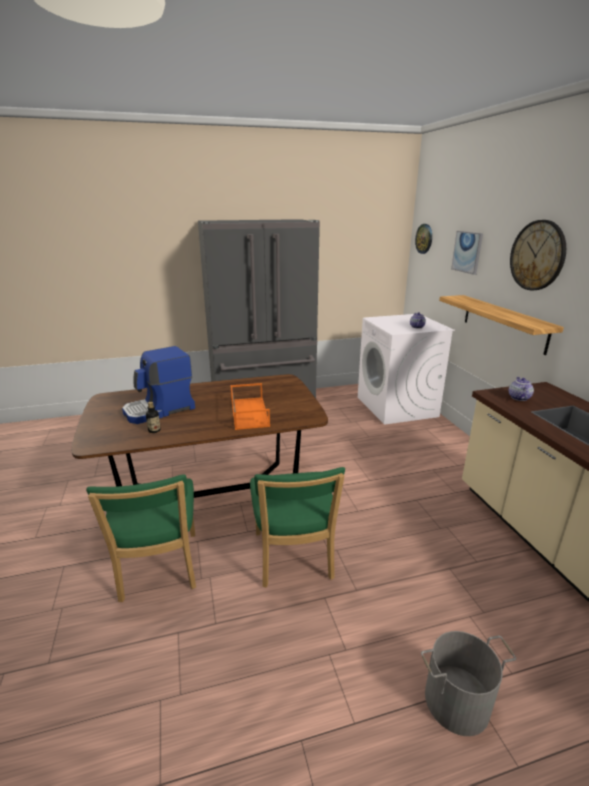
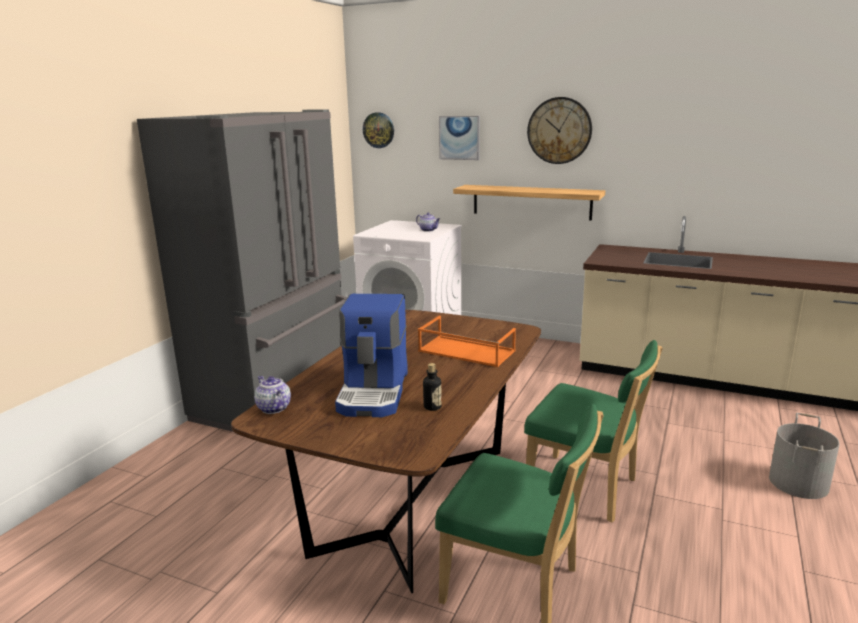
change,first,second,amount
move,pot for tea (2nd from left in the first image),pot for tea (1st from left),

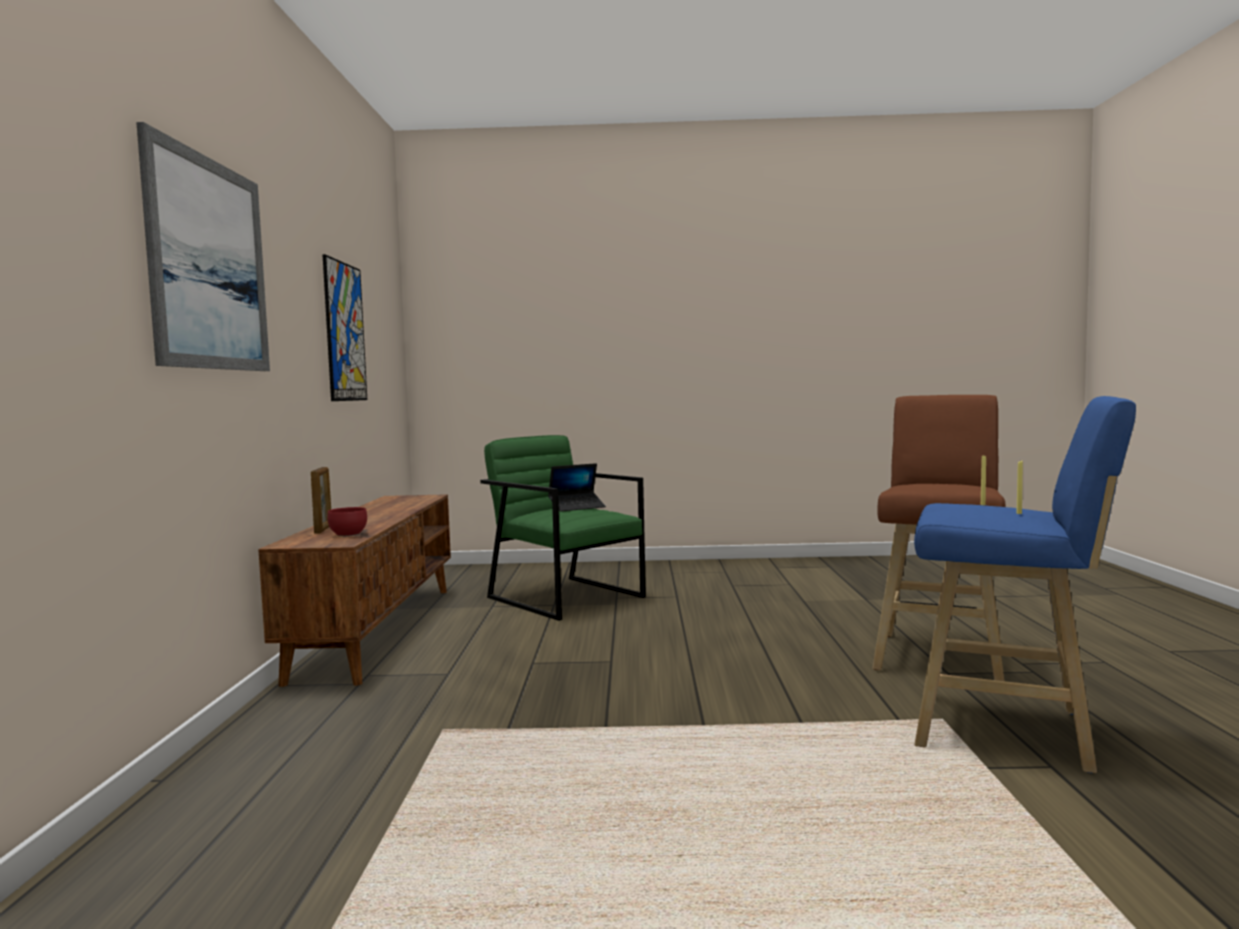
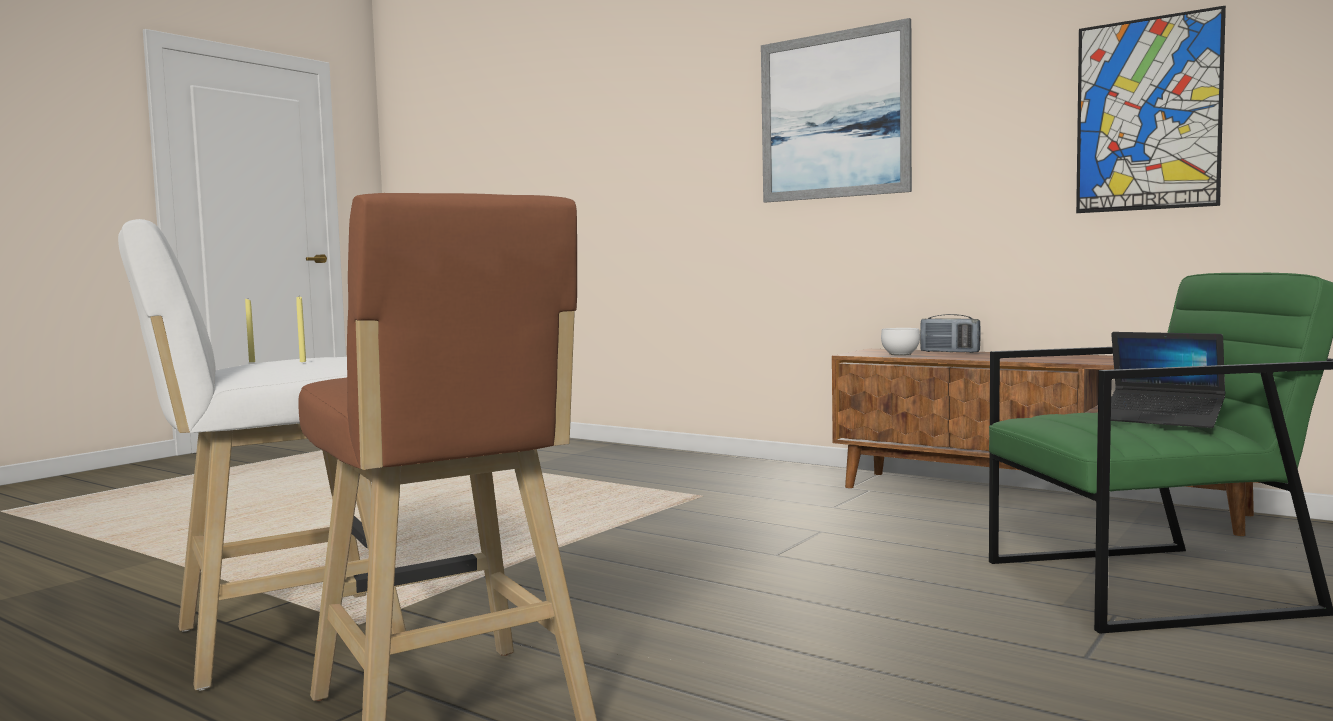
change,first,second,amount
replace,photo frame,radio,
recolor,red deep dish,white-coloured deep dish,
rotate,laptop,,60 degrees counterclockwise
recolor,blue-coloured stool seat,white-coloured stool seat,

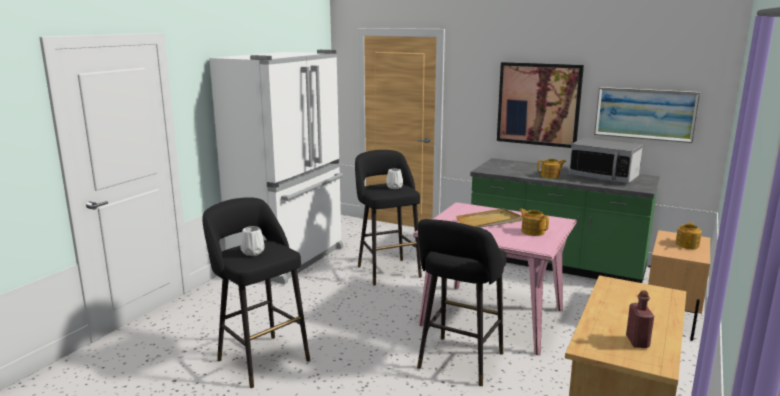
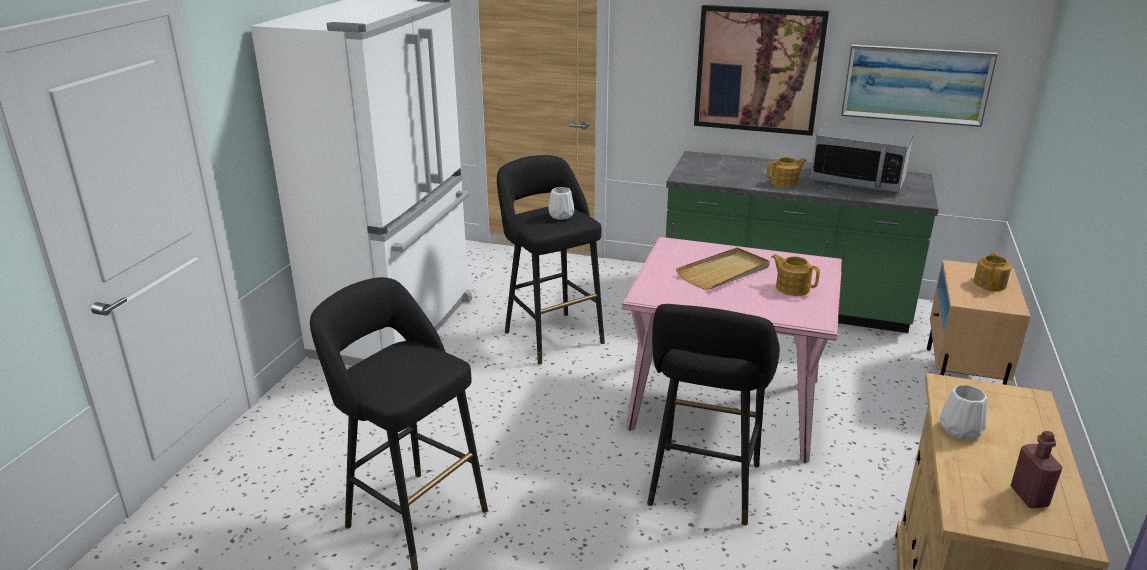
change,first,second,amount
move,white-coloured decorative vase (1st from left in the first image),white-coloured decorative vase (2nd from left),

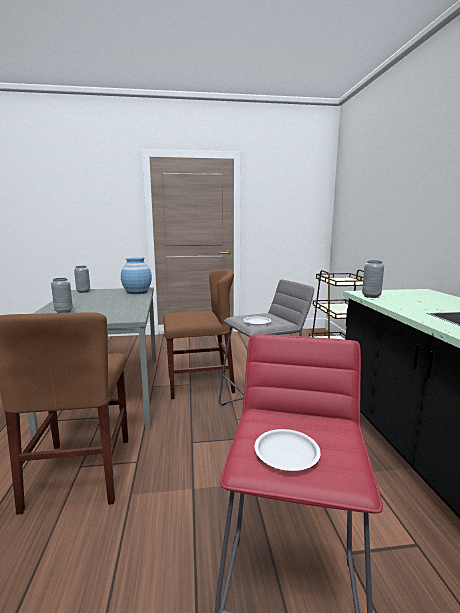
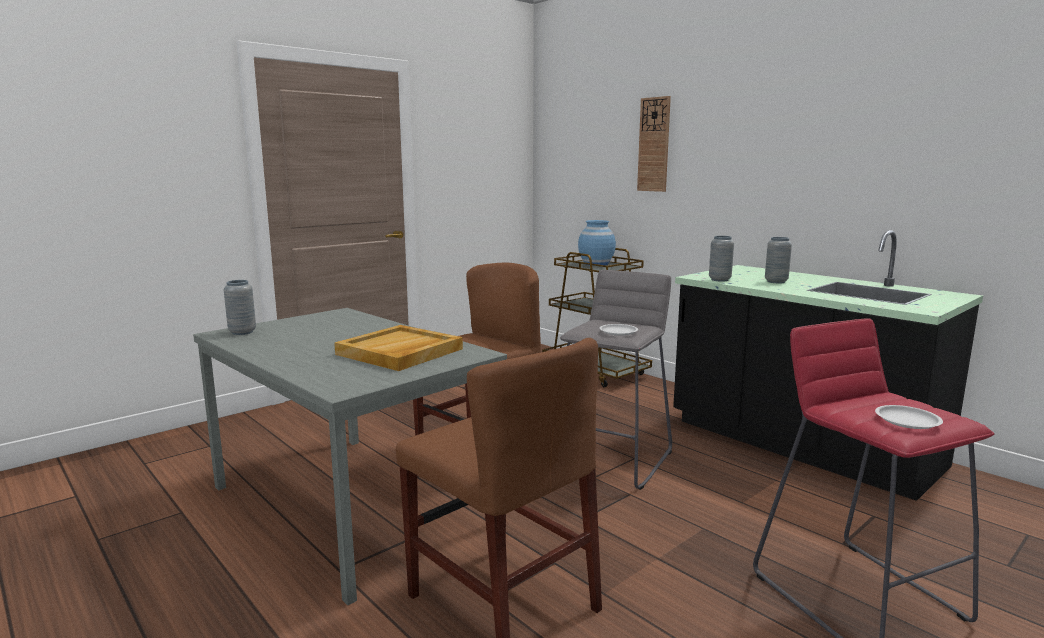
change,first,second,amount
move,greyish decorative vase (1st from left in the first image),greyish decorative vase (3rd from left),
move,blue-coloured decorative vase,,
insert,,beige serving tray,
insert,,hanging clock,

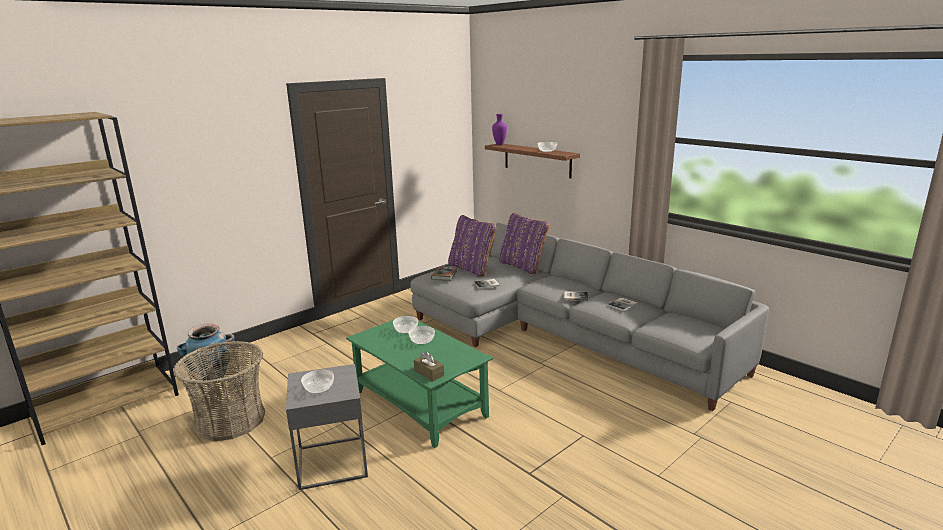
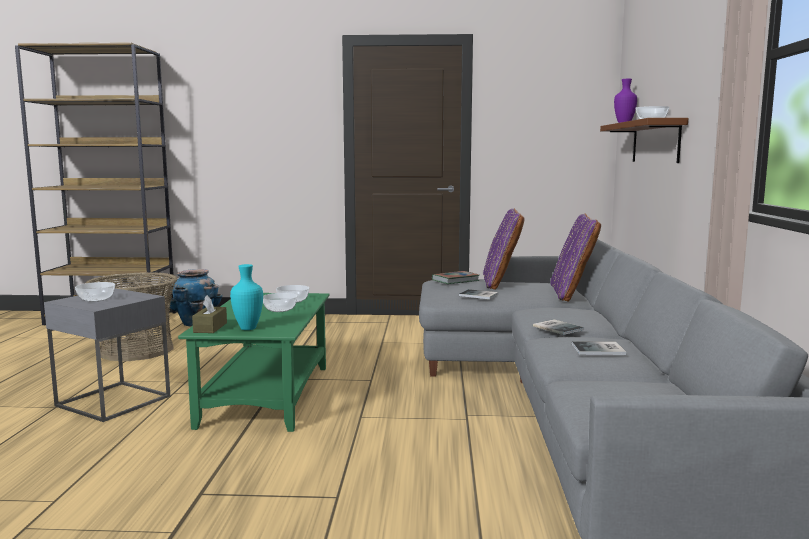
change,first,second,amount
insert,,blue-green decorative vase,

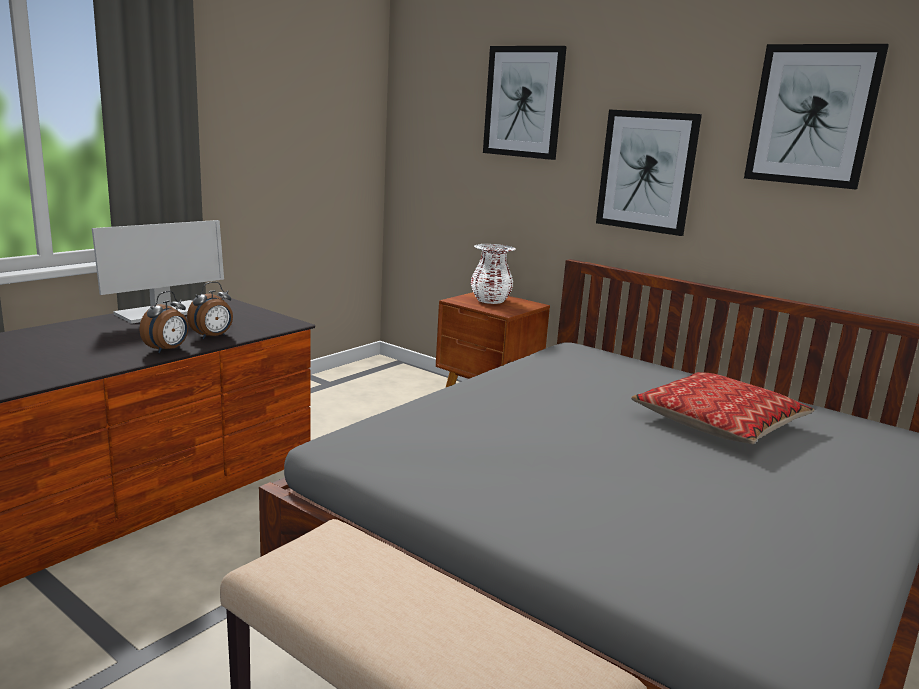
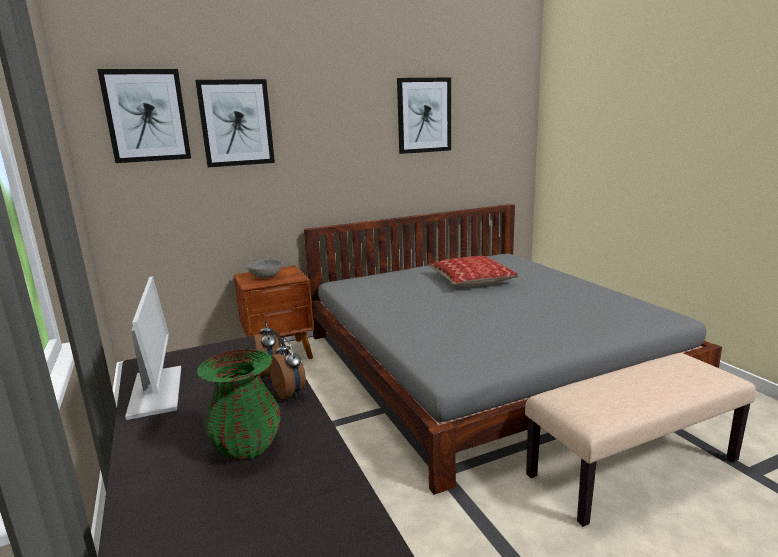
change,first,second,amount
replace,white-coloured decorative vase,greyish deep dish,
move,picture (2nd from left in the first image),picture (1st from left),
insert,,greenish decorative vase,

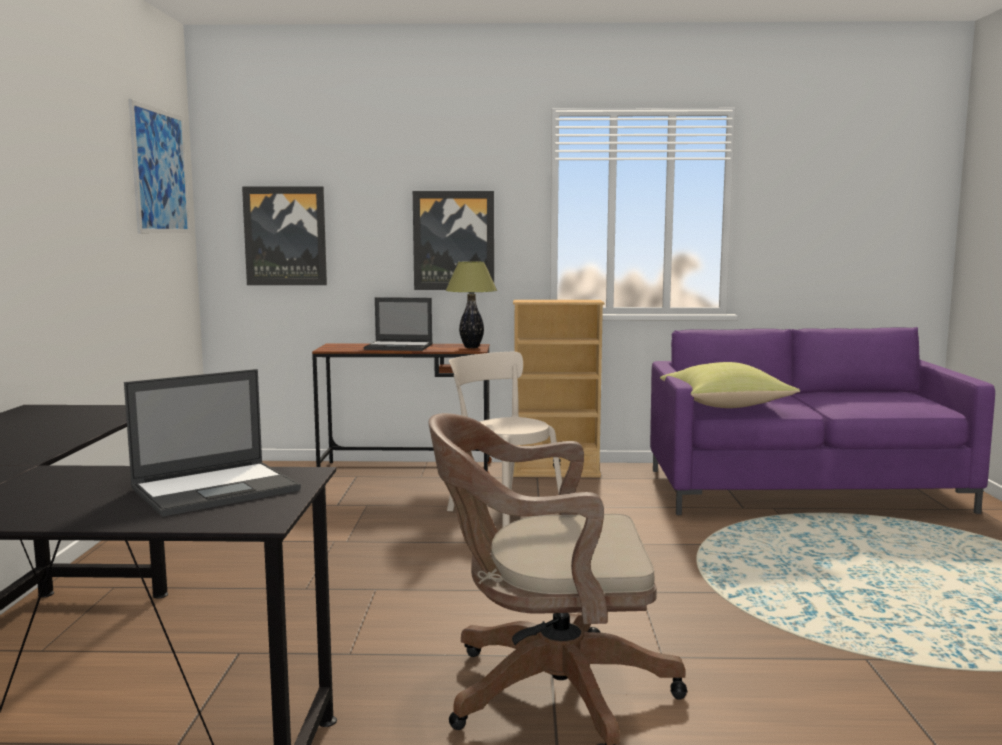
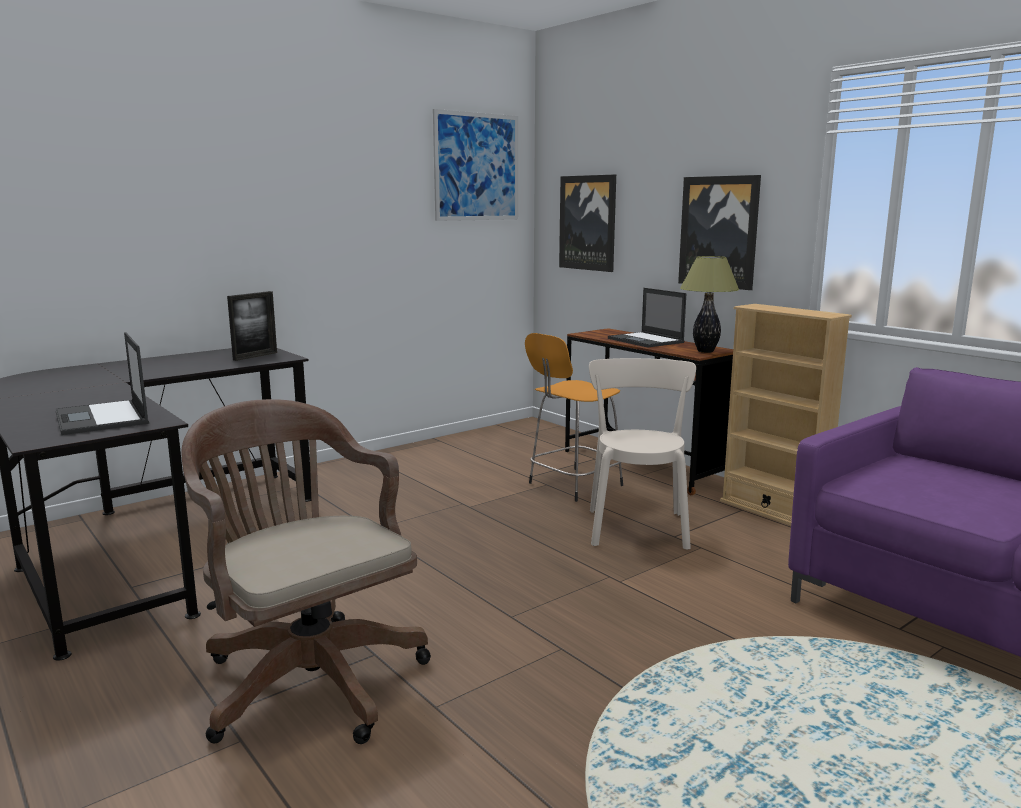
change,first,second,amount
rotate,laptop (1st from left),,45 degrees clockwise
delete,yellow-coloured cushion,,
insert,,photo frame,
insert,,orangey stool seat,

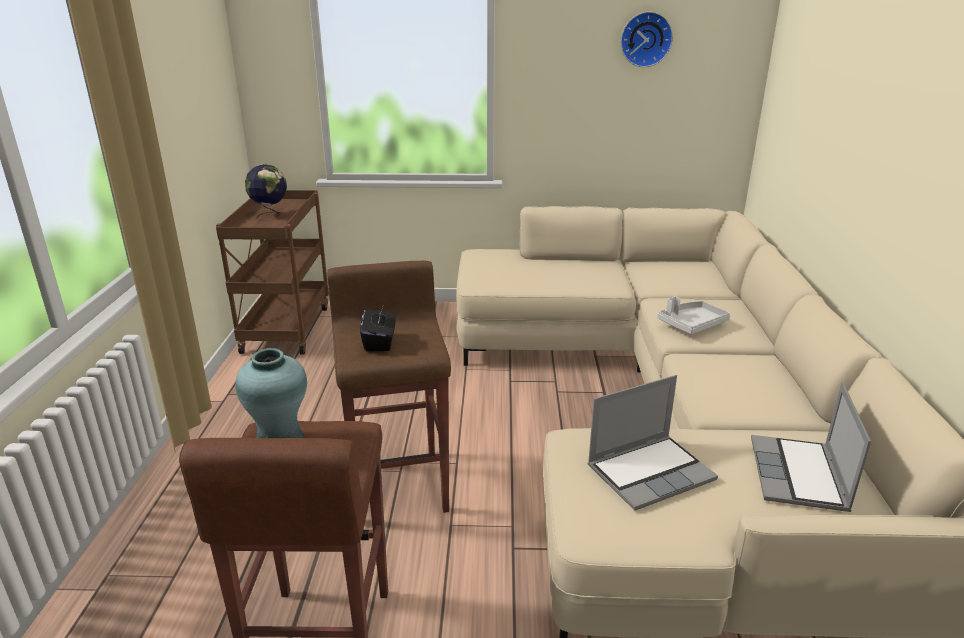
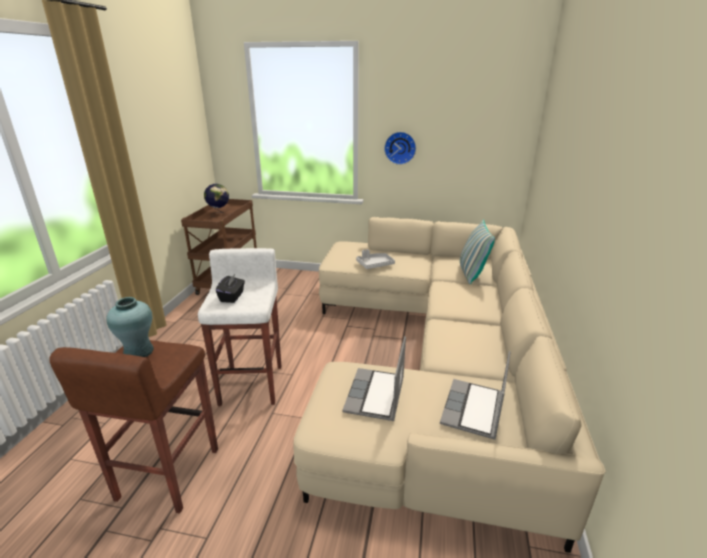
change,first,second,amount
recolor,brown-coloured stool seat (2nd from left),white-coloured stool seat,
rotate,laptop (1st from left),,120 degrees clockwise
move,hanging clock,,
move,greyish serving tray,,
insert,,cushion,

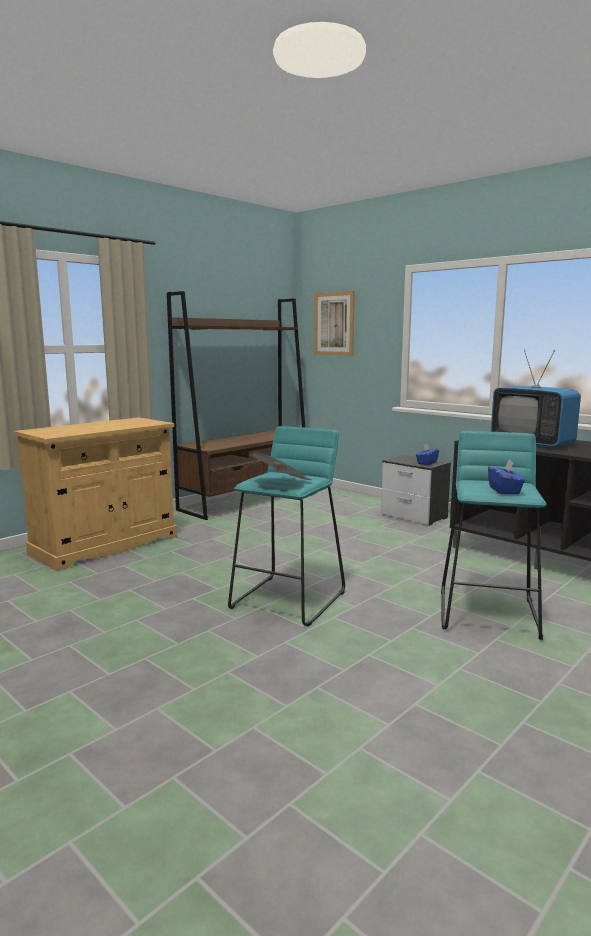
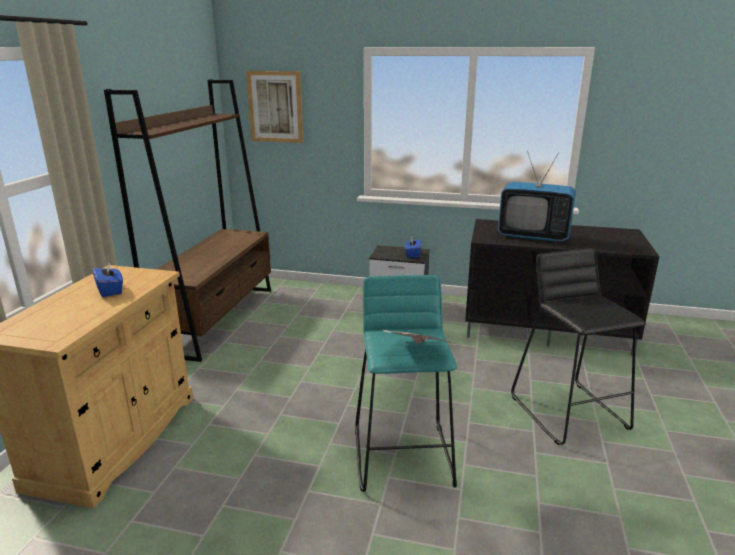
change,first,second,amount
recolor,blue-green stool seat (2nd from left),black stool seat,
move,blue-coloured box of tissues (2nd from left in the first image),blue-coloured box of tissues (1st from left),

